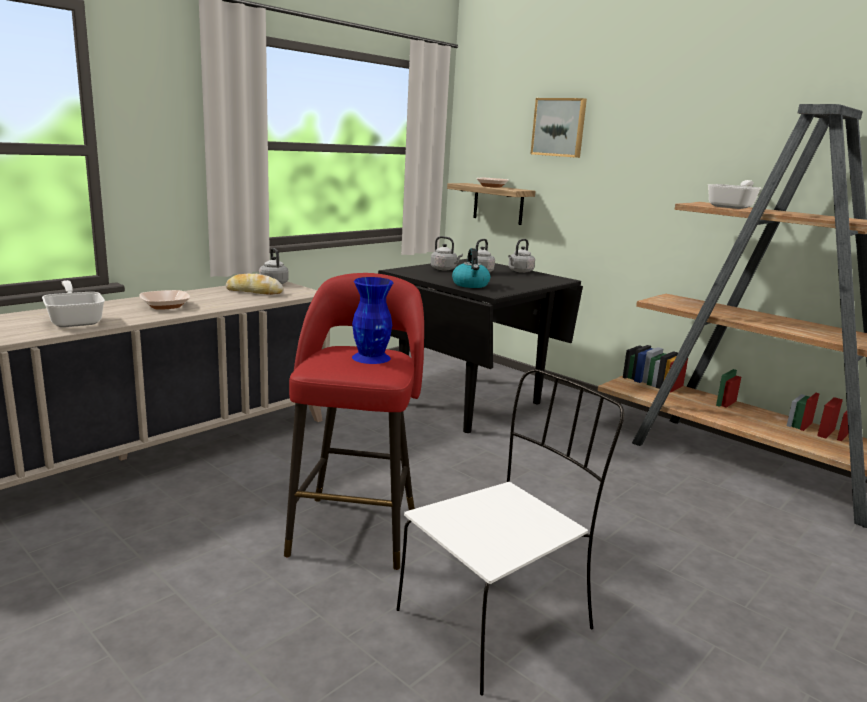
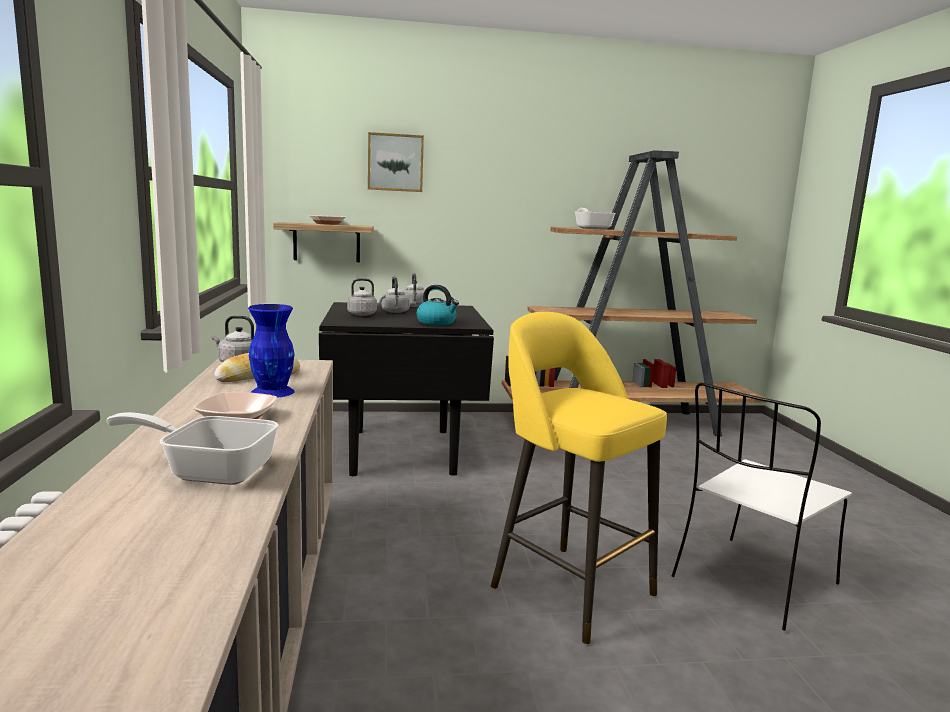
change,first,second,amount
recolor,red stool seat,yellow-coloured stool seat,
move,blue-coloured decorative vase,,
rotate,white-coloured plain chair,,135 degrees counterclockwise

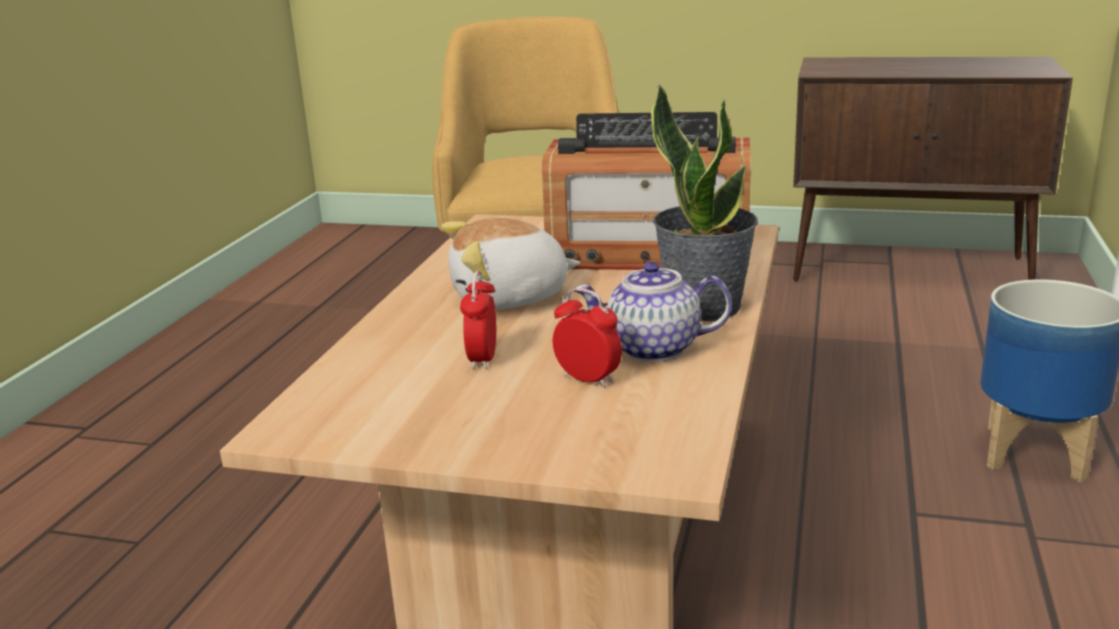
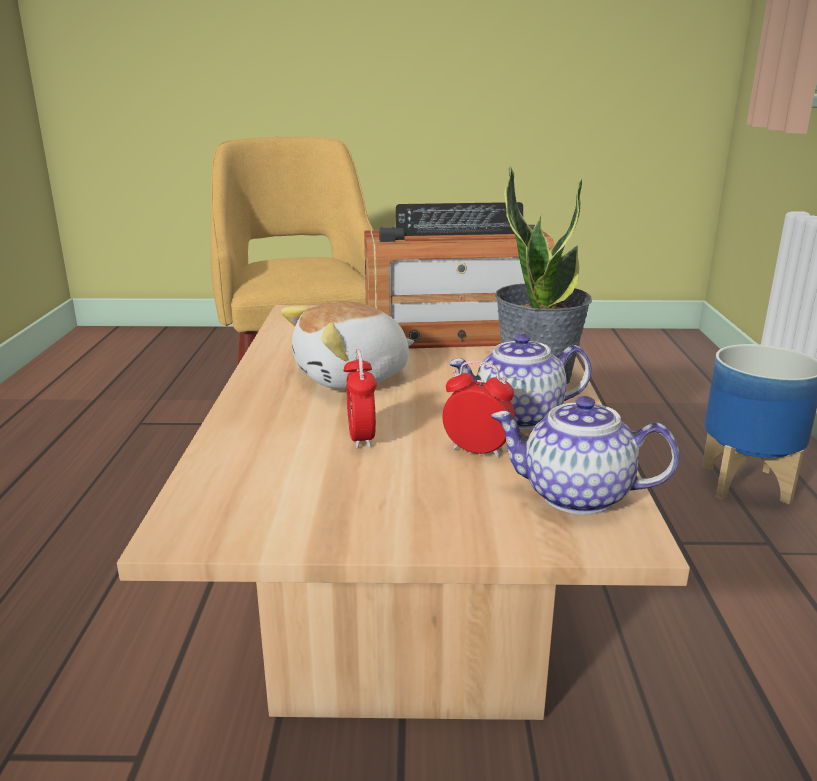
change,first,second,amount
delete,brown-coloured storage cabinet,,
insert,,pot for tea (2nd from left),

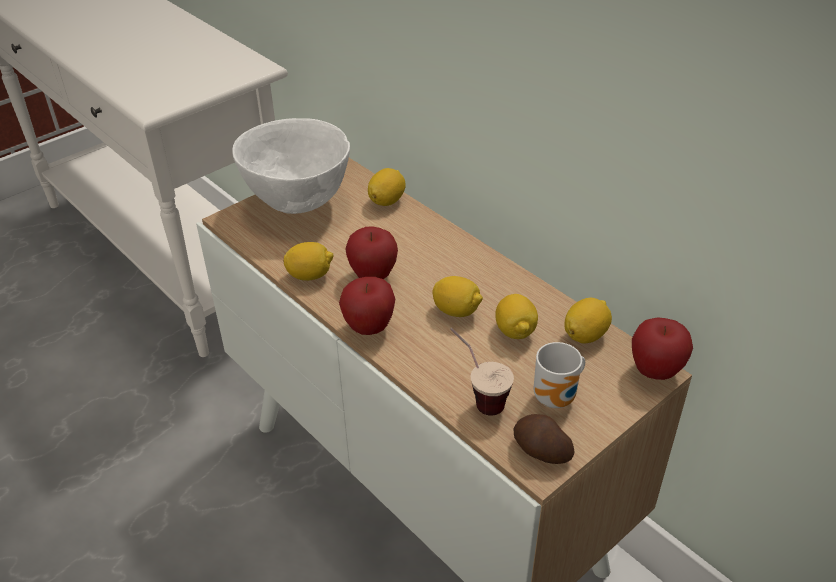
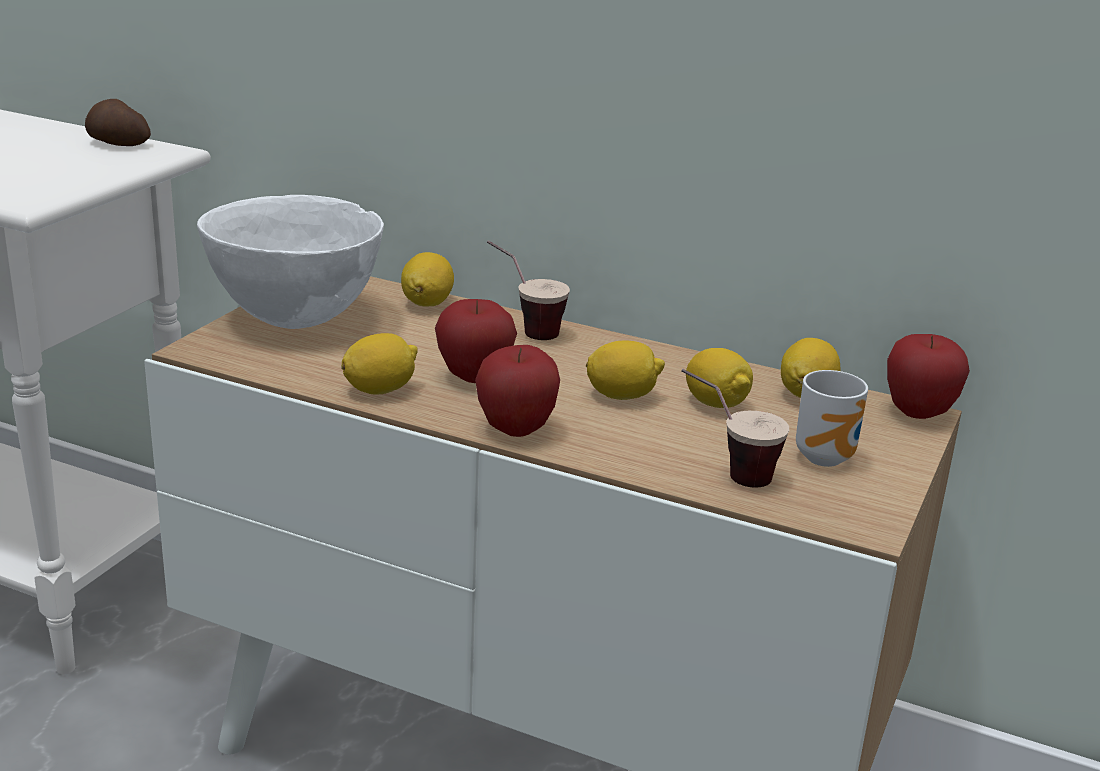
change,first,second,amount
move,potato,,
insert,,drinking cup (1st from left),

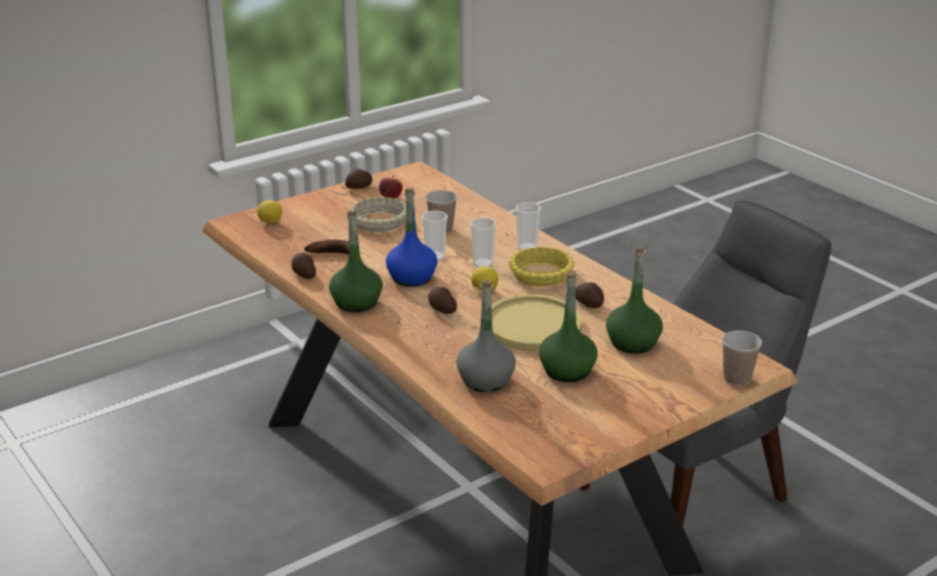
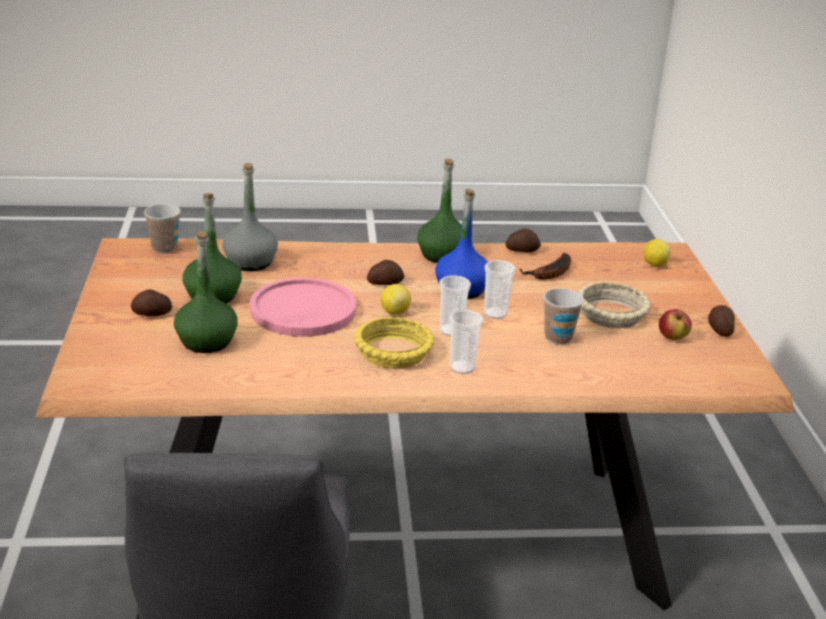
change,first,second,amount
recolor,yellow-coloured dinner plate,pinkish dinner plate,
move,potato (4th from left in the first image),potato (1st from left),
move,drinking cup (5th from left in the first image),drinking cup (1st from left),

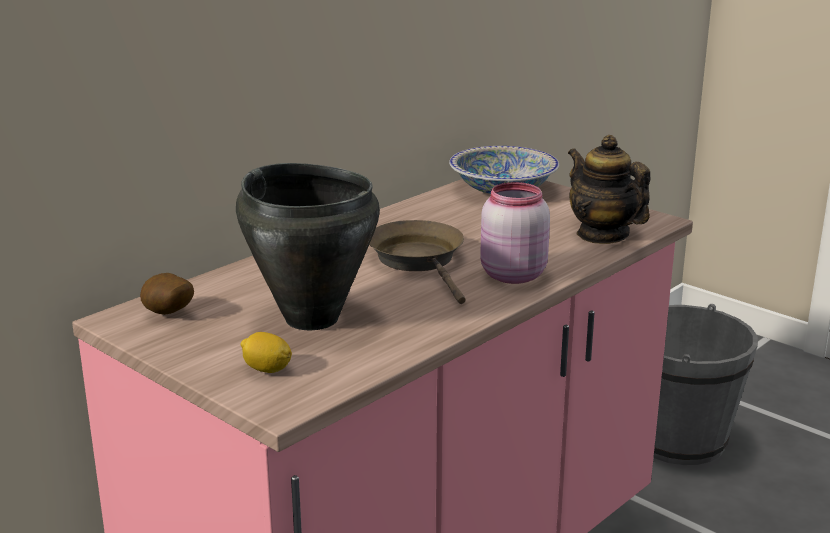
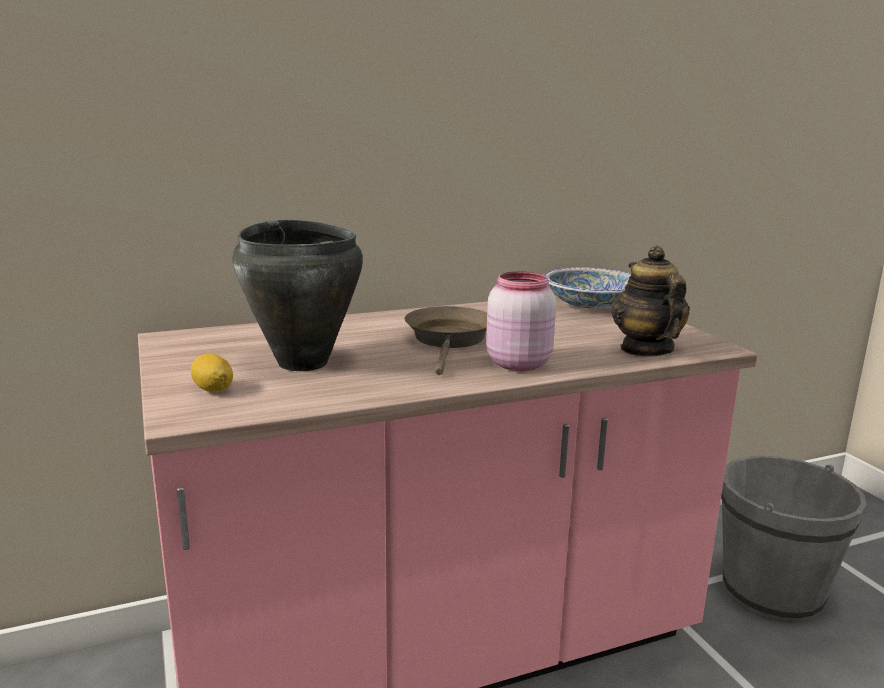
change,first,second,amount
delete,potato,,

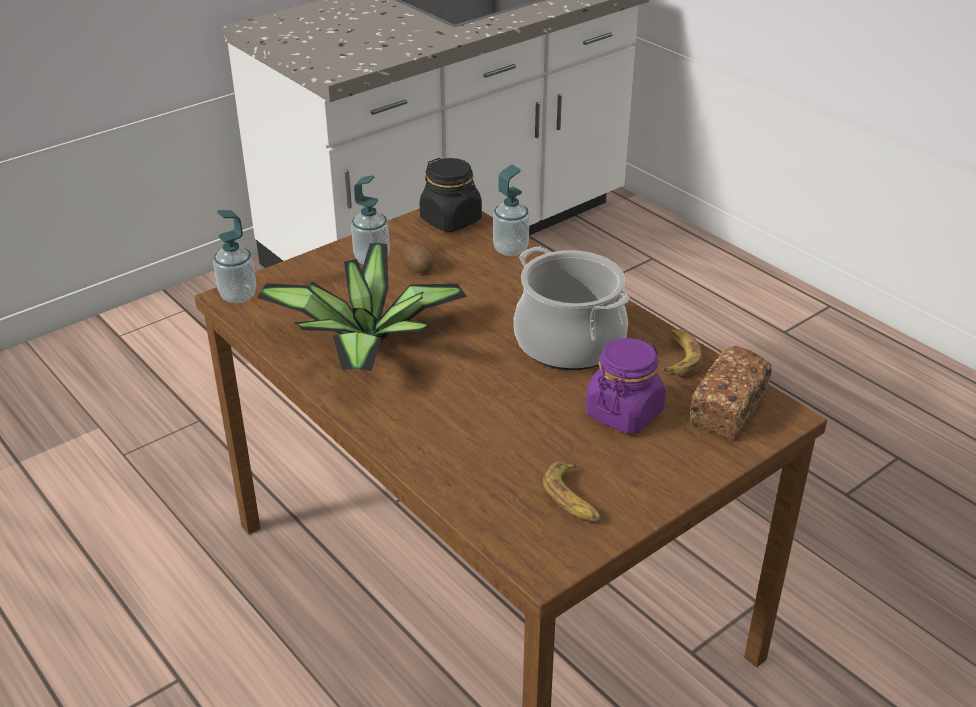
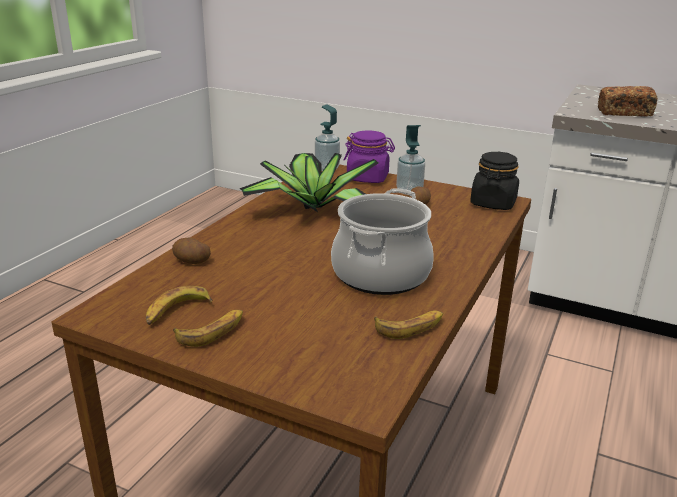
change,first,second,amount
delete,soap bottle (3rd from left),,
move,purple-coloured jar,,
move,bread,,
insert,,potato (1st from left),
insert,,whole banana (2nd from left),

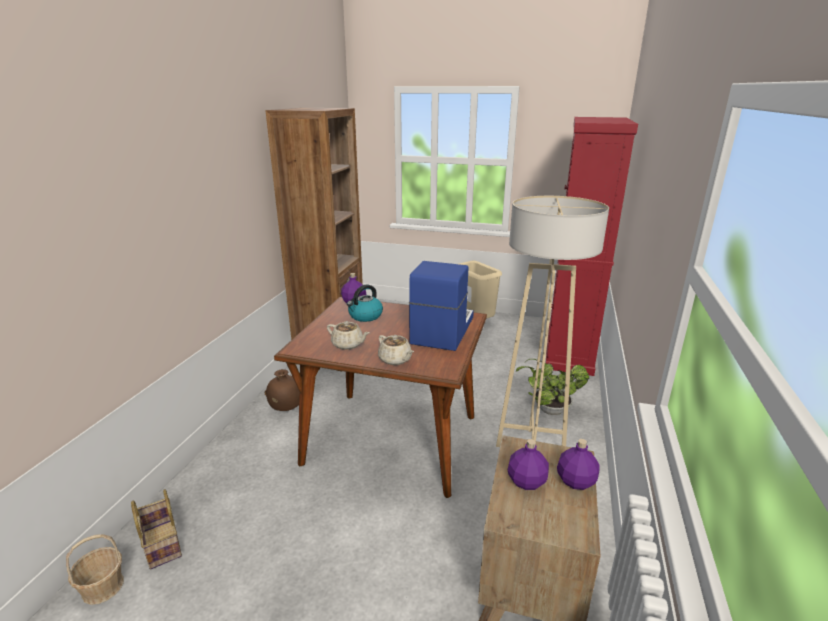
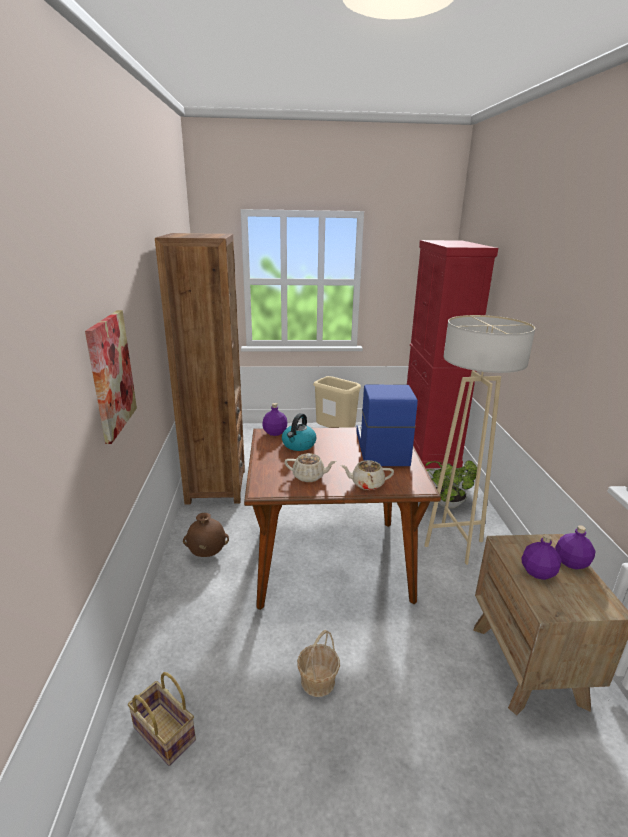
change,first,second,amount
move,storage basket (1st from left in the first image),storage basket (2nd from left),
rotate,beige pot for tea (2nd from left),,150 degrees clockwise
insert,,picture,

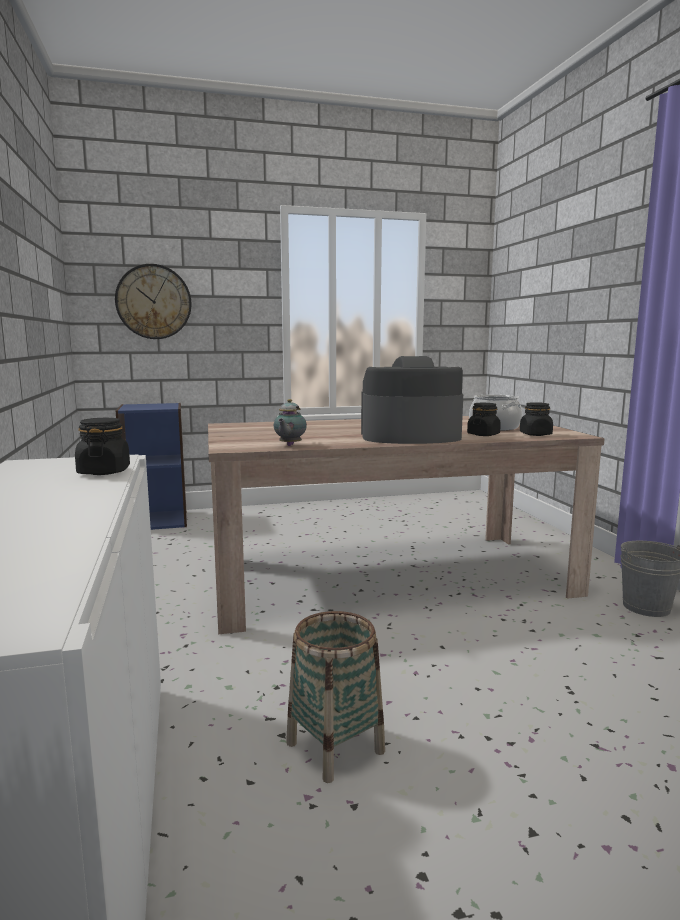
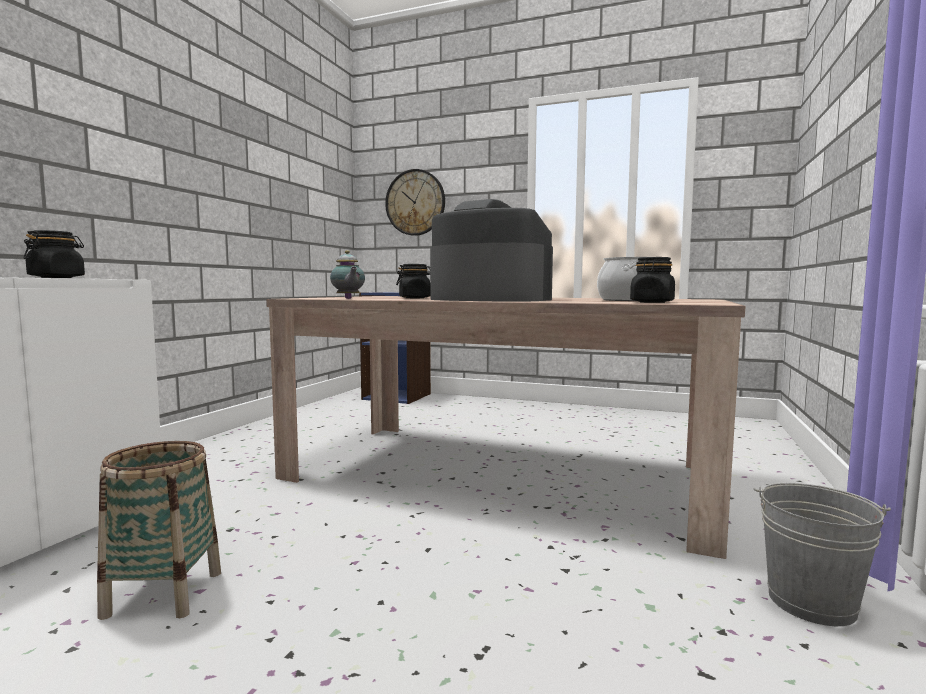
change,first,second,amount
rotate,pot for tea,,75 degrees counterclockwise
move,black jar (2nd from left),,

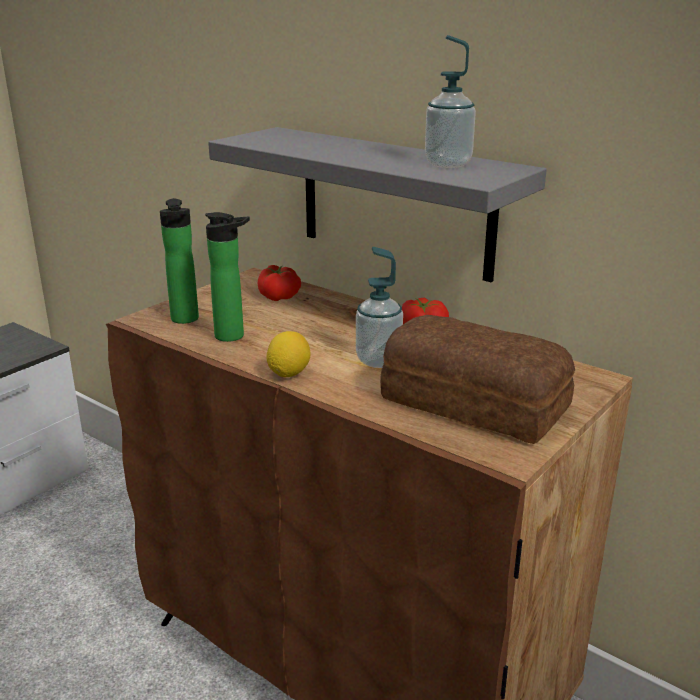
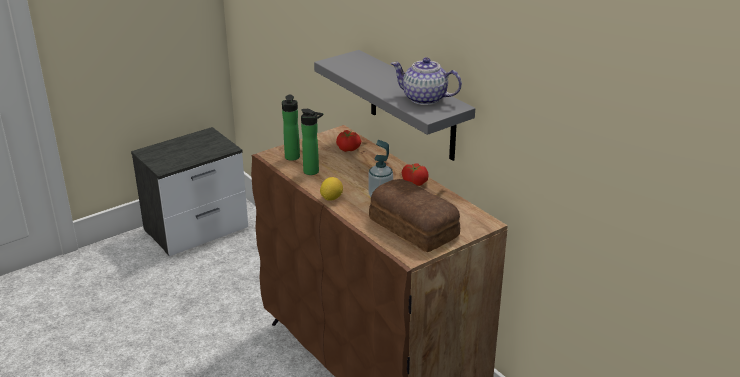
change,first,second,amount
replace,soap bottle (2nd from left),pot for tea,

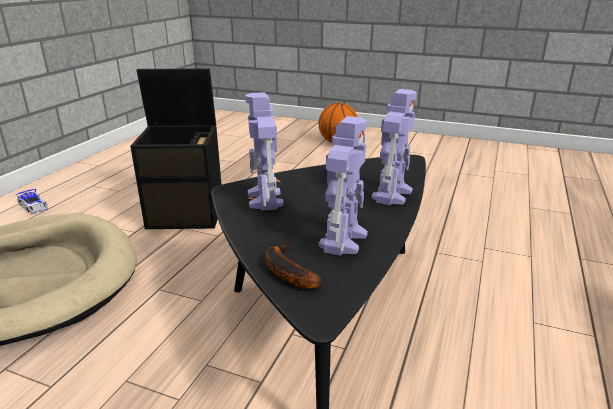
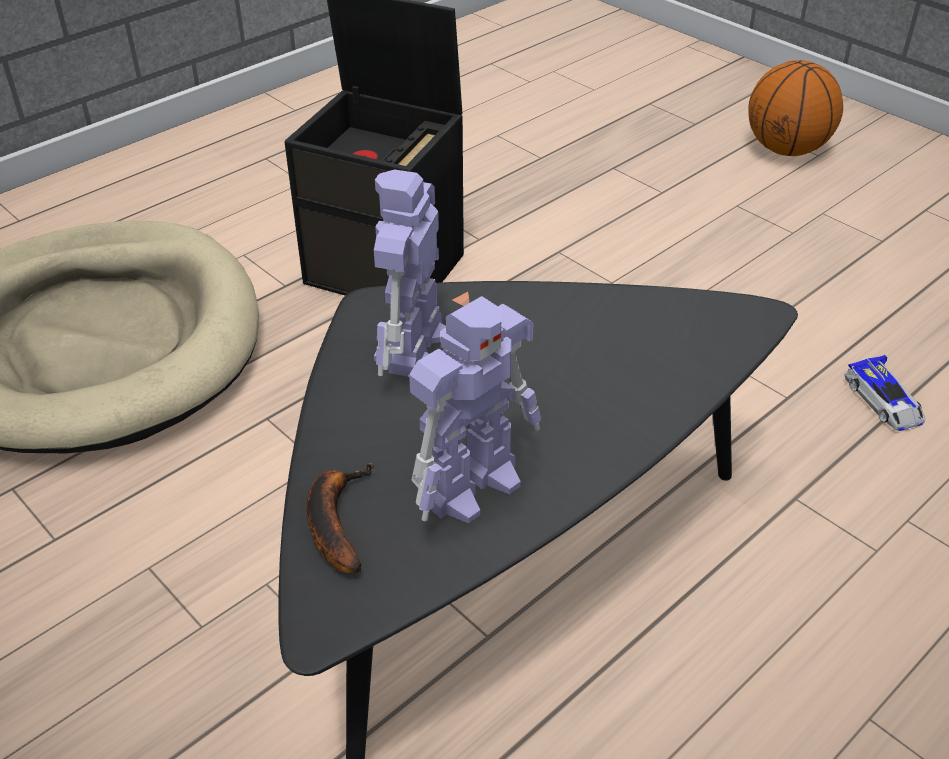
change,first,second,amount
move,miniature car,,
delete,toy robot (3rd from left),,

